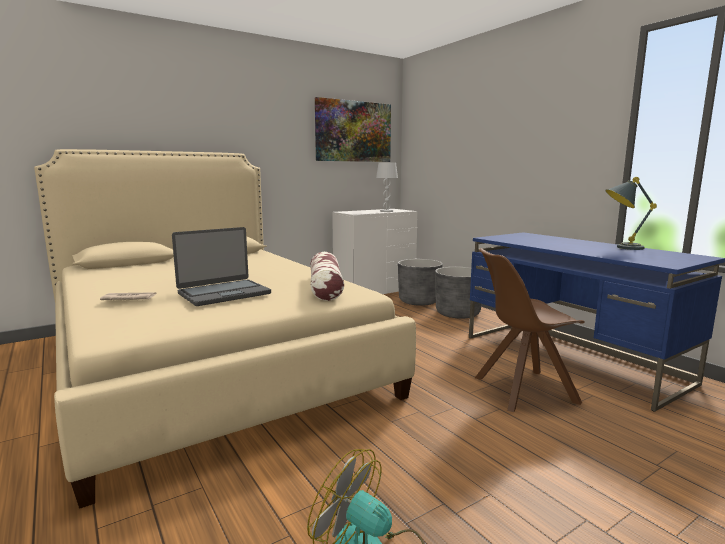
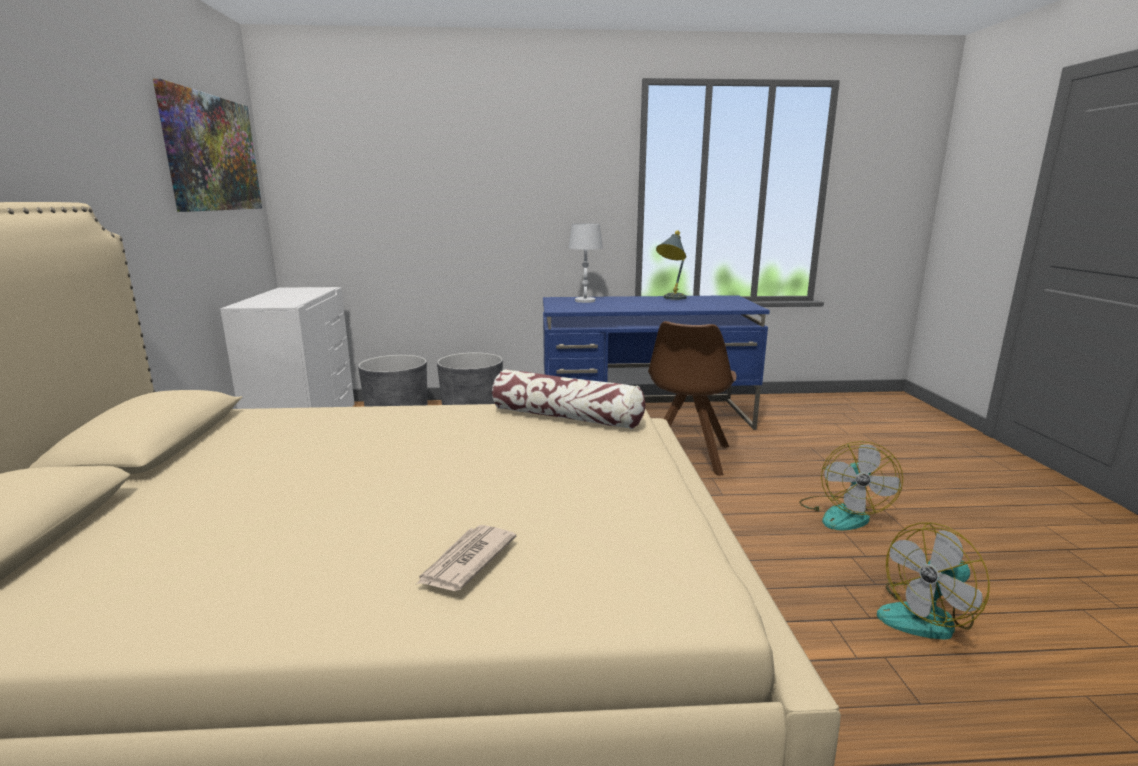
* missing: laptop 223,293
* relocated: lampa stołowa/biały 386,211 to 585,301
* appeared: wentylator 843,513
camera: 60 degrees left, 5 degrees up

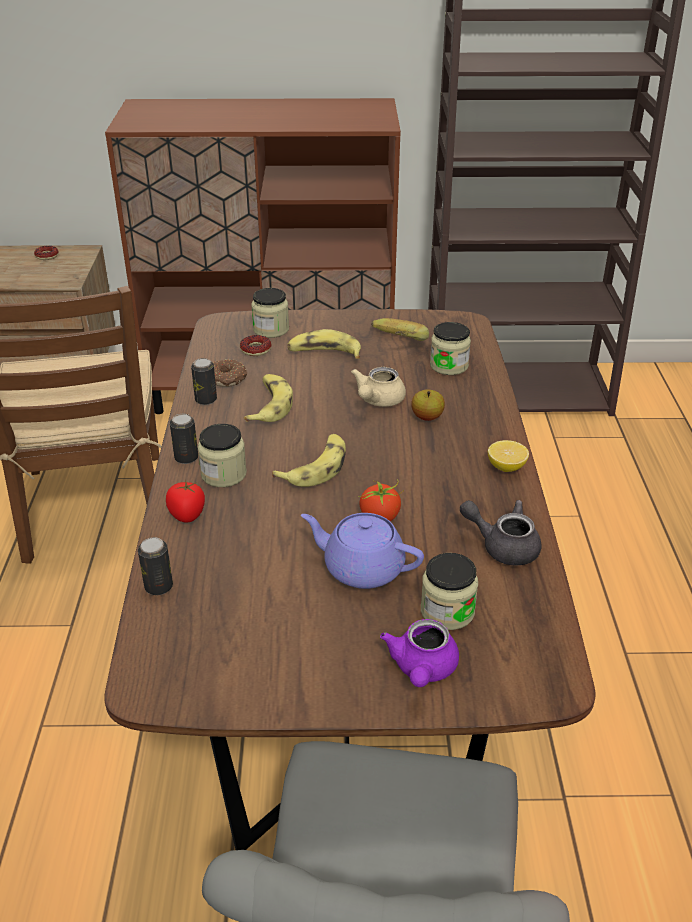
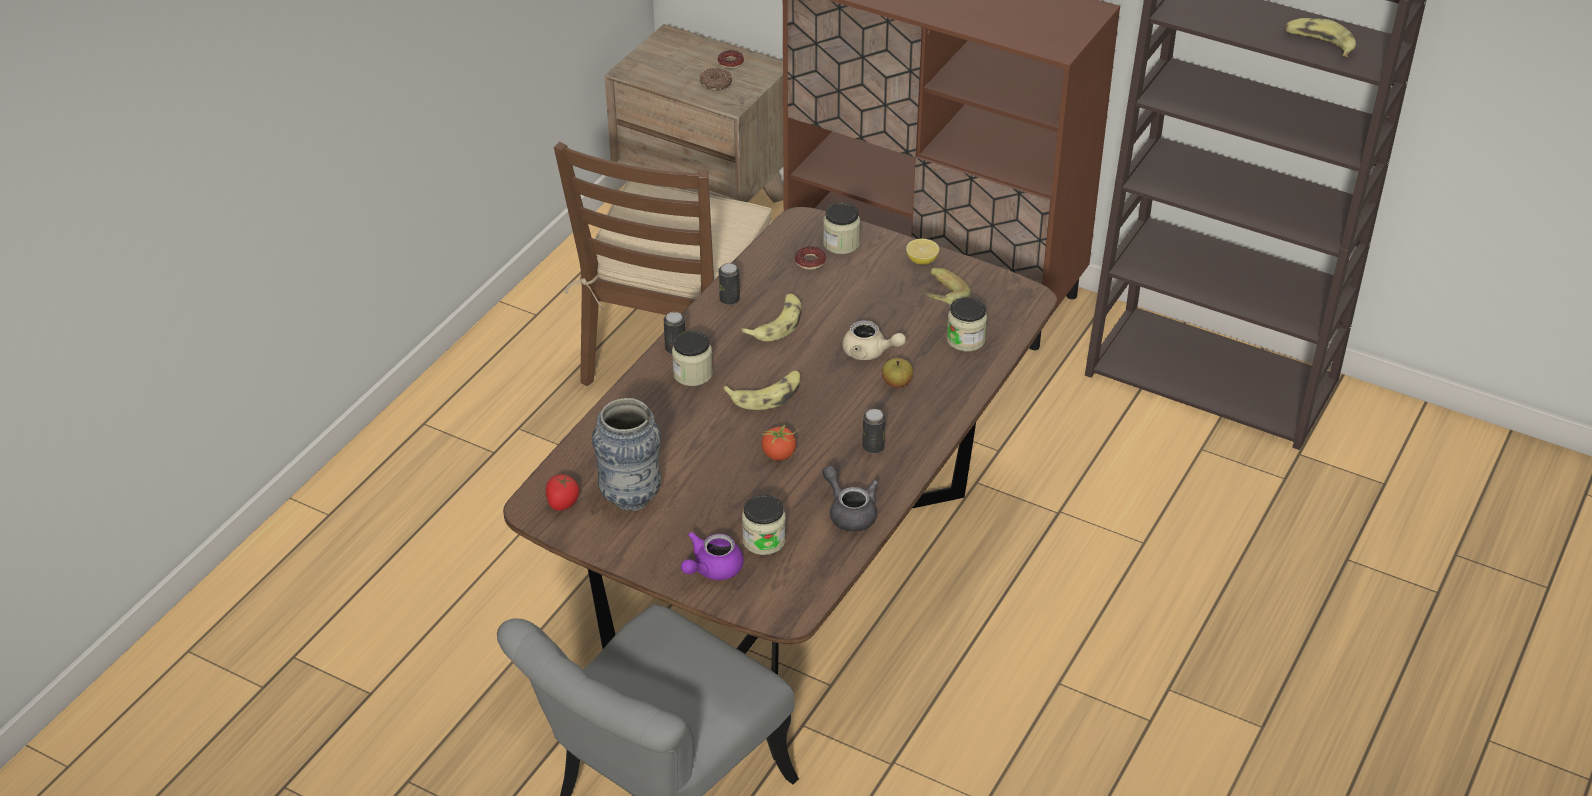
* relocated: puszka 159,586 to 873,447
* relocated: pomidor 187,514 to 562,503
* relocated: donut 227,379 to 716,84
* relocated: banan 324,353 to 1319,43
* missing: imbryk/fioletowy 362,568
* spun: imbryk/beżowy 378,401 = 870,352 120 degrees counterclockwise
* relocated: cytryna 506,467 to 922,261
* appeared: wazon 630,497
camera: 30 degrees right, 5 degrees up

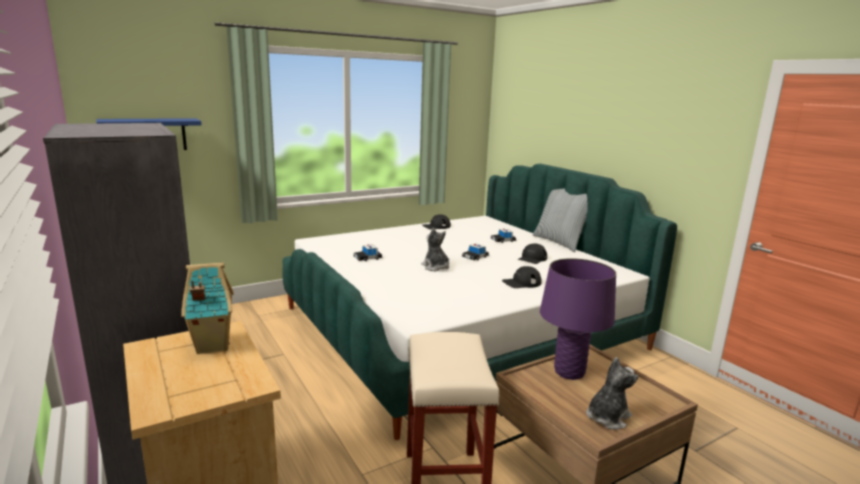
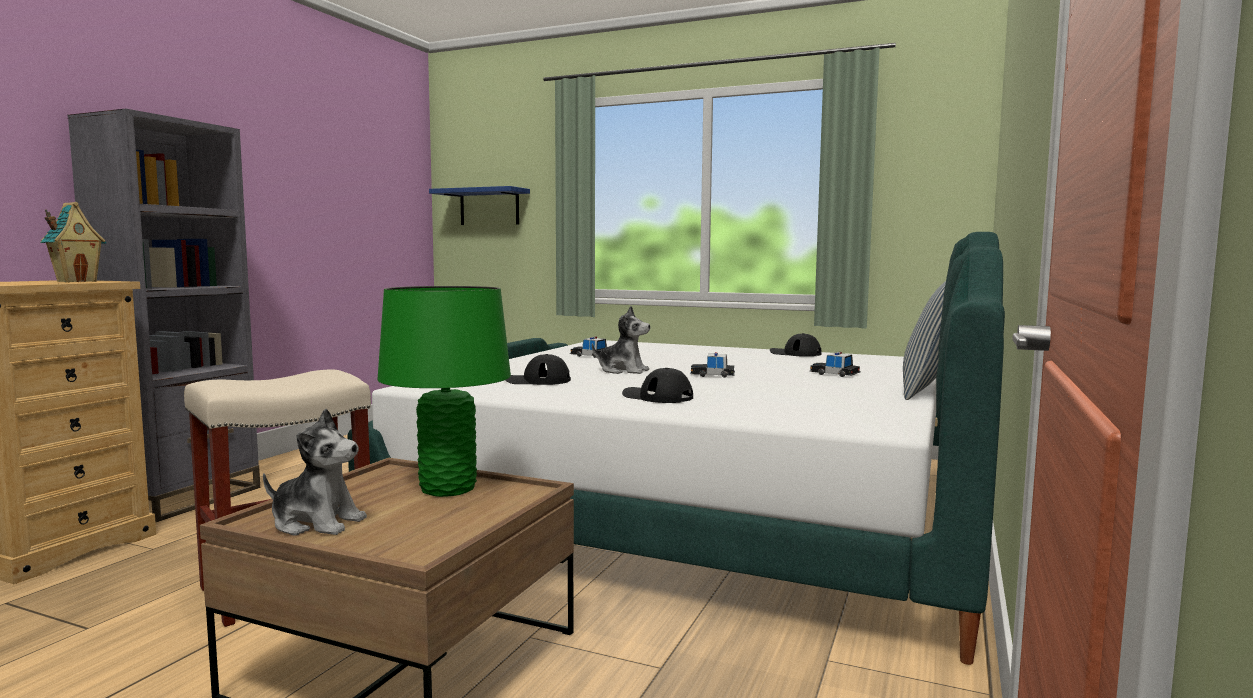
* spun: pluszak 435,267 = 623,371 90 degrees clockwise
* relocated: czapka z daszkiem/czarny 532,259 to 537,381
* colour: lampa stołowa/fioletowy 569,372 to lampa stołowa/zielony 447,489
camera: 55 degrees right, 10 degrees down

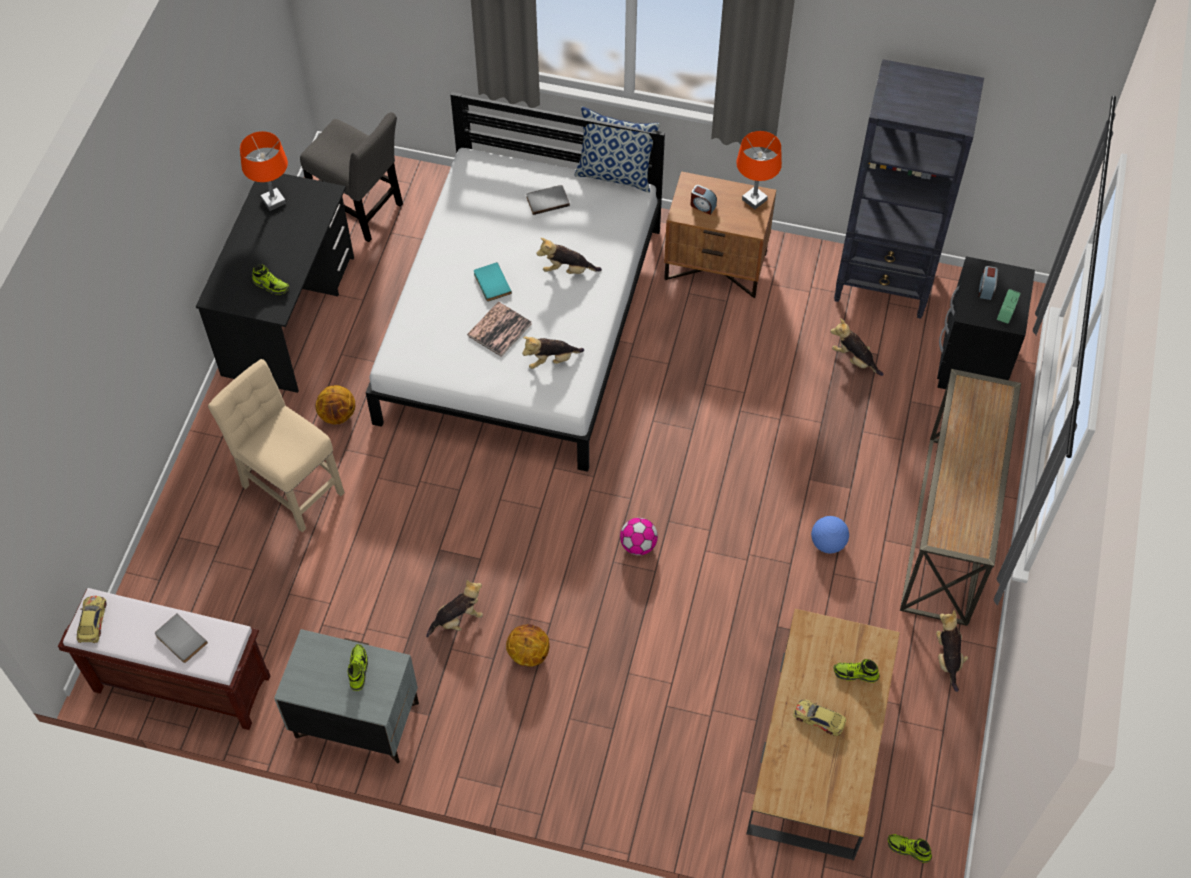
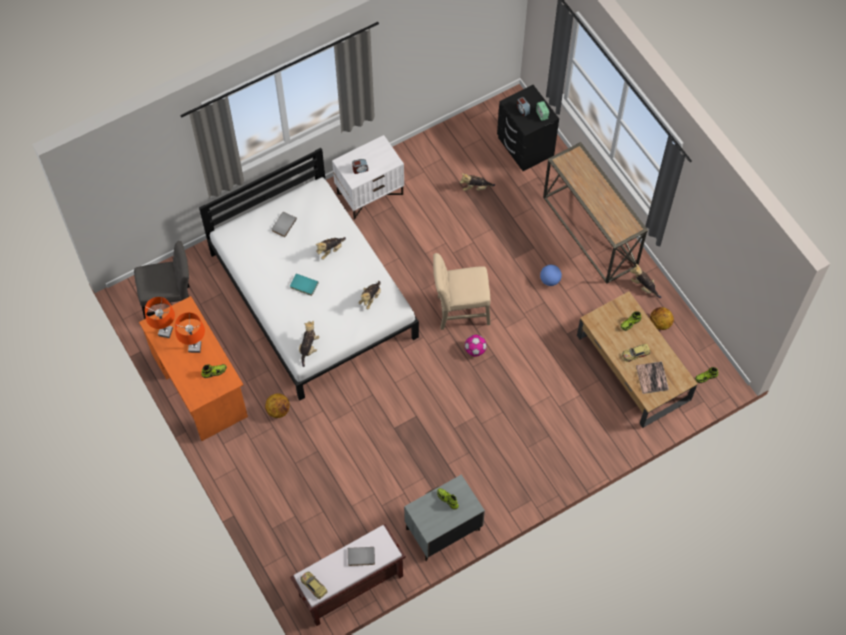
* colour: biurko/czarny 289,316 to biurko/pomarańczowy 199,385
* relocated: krzesło/beżowy 290,485 to 460,311
* relocated: pluszak 458,619 to 308,347
* relocated: książka 499,329 to 652,378
* relocated: piłka do koszykówki 528,653 to 659,324
* missing: poduszka 615,175
* colour: szafka nocna/brązowy 716,266 to szafka nocna/biały 370,193
* relocated: lampa stołowa/pomarańczowy 754,200 to 195,347
* missing: regał/czarny 884,284
camera: 45 degrees left, 5 degrees up

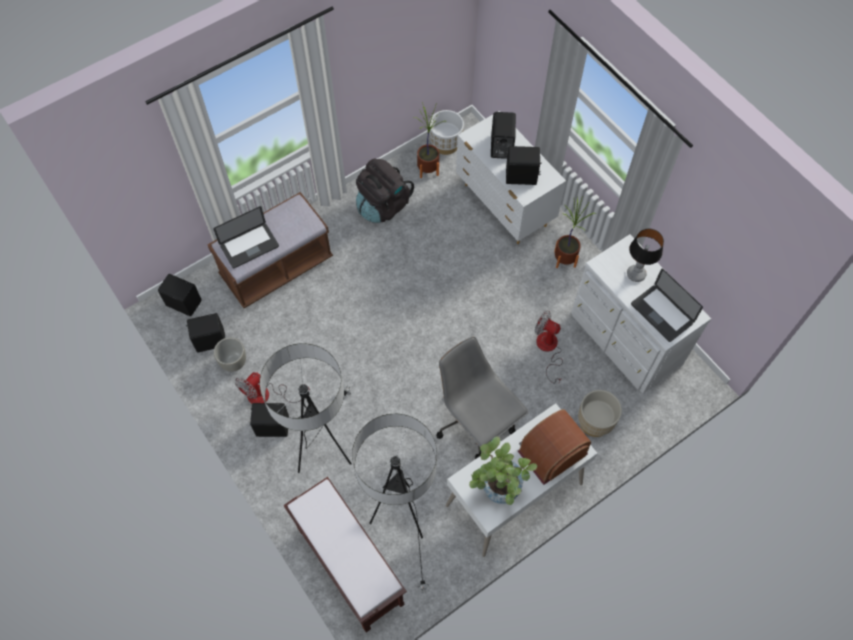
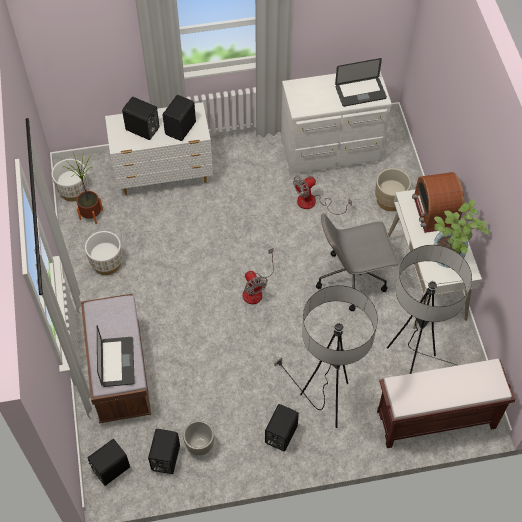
* relocated: wentylator 267,395 to 255,289
* exchanged: plecak/czarny 383,206 to donica/biały 107,263
* missing: roślina doniczkowa 565,259
* missing: lampa stołowa 636,274
camera: 65 degrees left, 5 degrees down

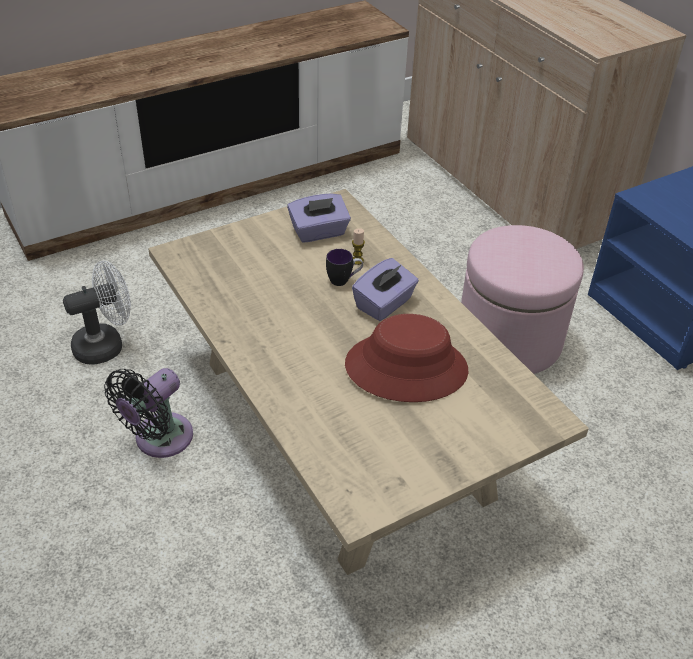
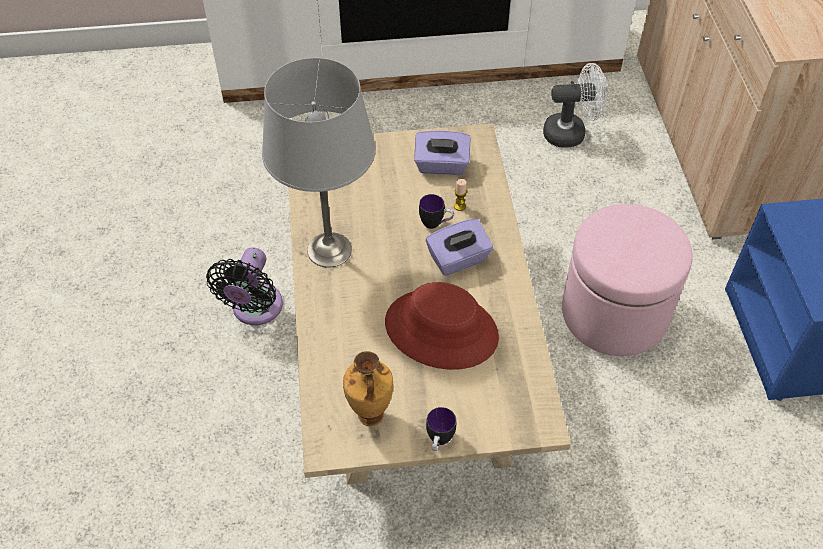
* relocated: wentylator/biały 106,345 to 571,133
* spun: wentylator/czarny 159,439 = 255,309 45 degrees counterclockwise
* appeared: lampa stołowa/szary 330,249
* appeared: wazon 370,417
* appeared: kubek 439,442
camera: 25 degrees right, 10 degrees up

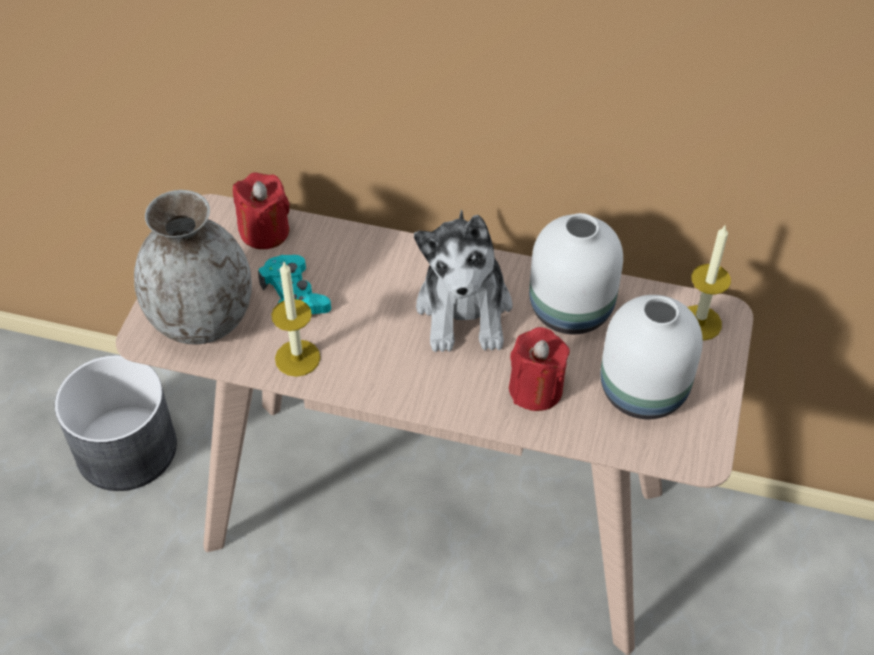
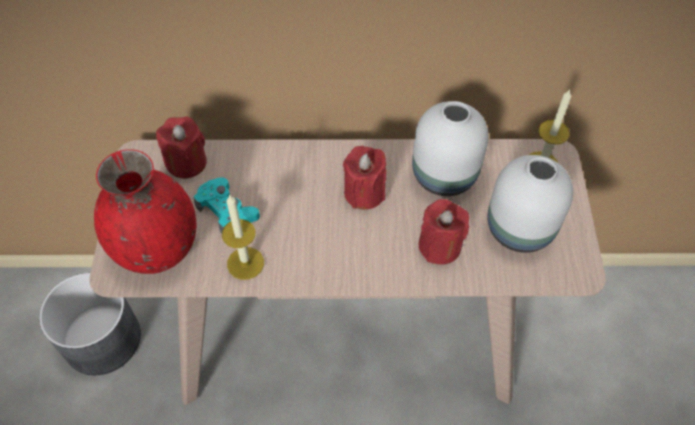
* colour: wazon/szary 201,319 to wazon/czerwony 156,248
* exchanged: pluszak 465,309 to świeca/czerwony 364,193
camera: 15 degrees left, 5 degrees up

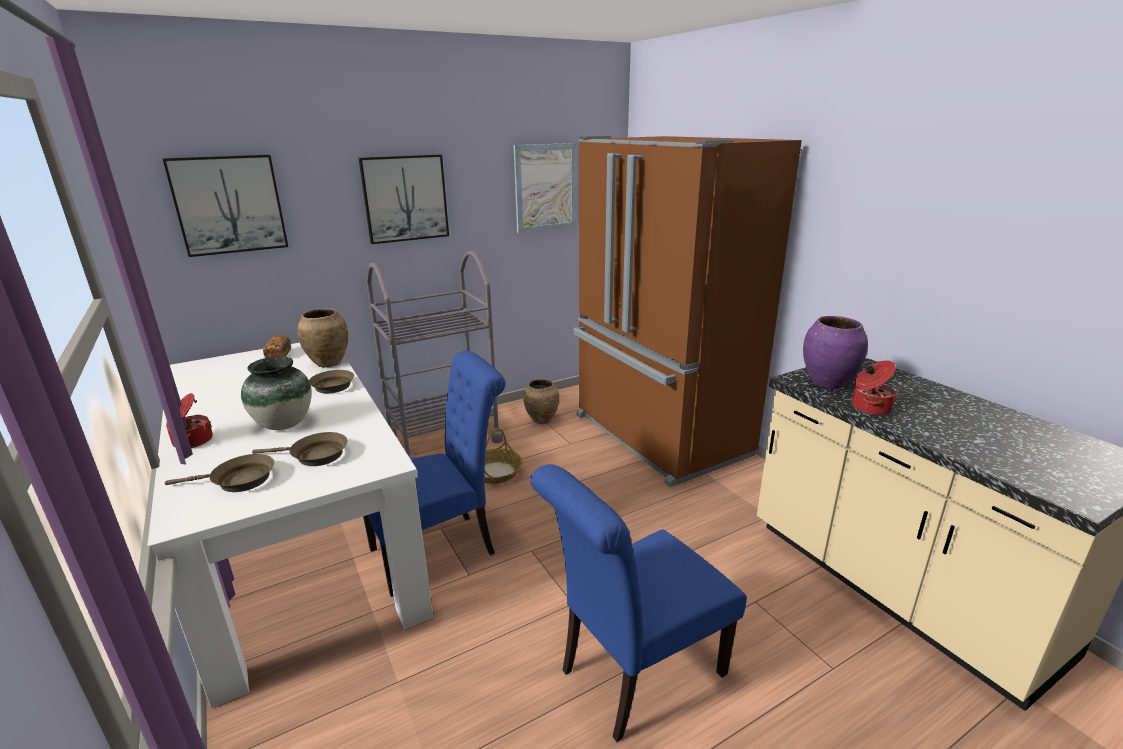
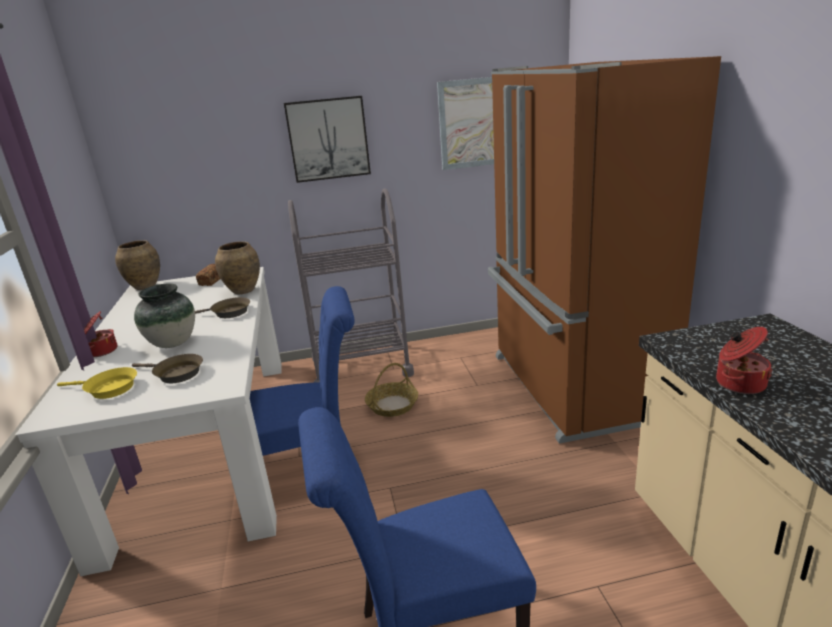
* missing: obraz 229,205
* colour: patelnia/brązowy 238,480 to patelnia/żółty 108,389
* relocated: wazon/brązowy 541,420 to 145,287
* missing: wazon/fioletowy 827,383
camera: 20 degrees right, 0 degrees up

